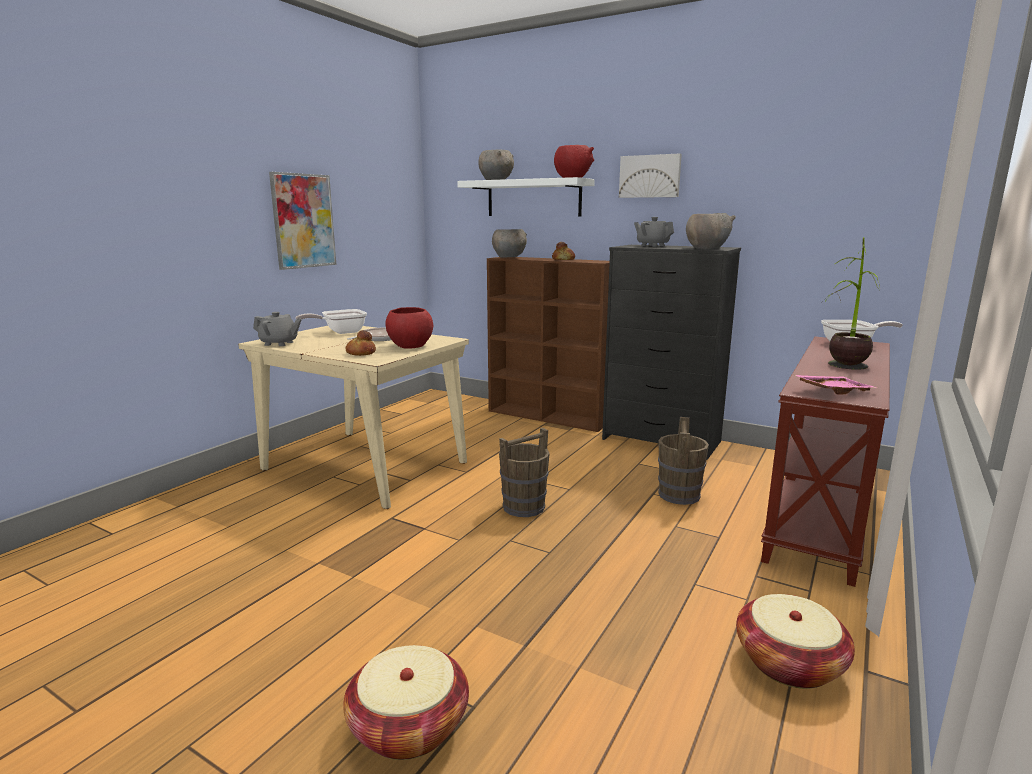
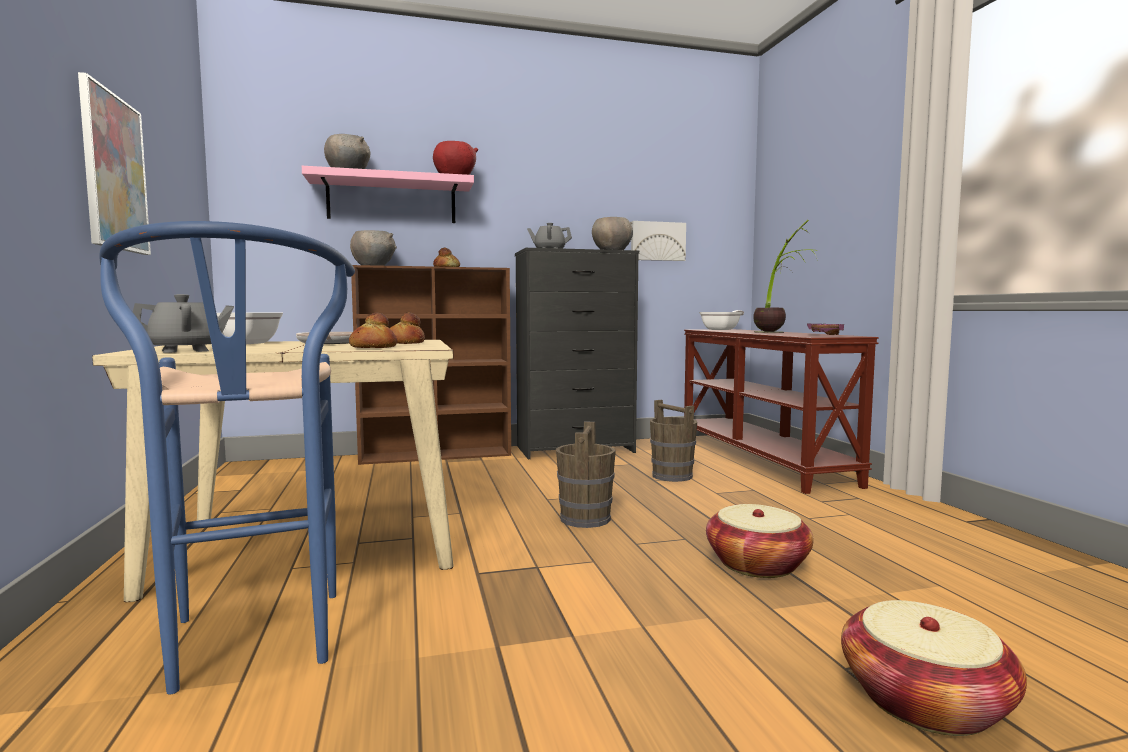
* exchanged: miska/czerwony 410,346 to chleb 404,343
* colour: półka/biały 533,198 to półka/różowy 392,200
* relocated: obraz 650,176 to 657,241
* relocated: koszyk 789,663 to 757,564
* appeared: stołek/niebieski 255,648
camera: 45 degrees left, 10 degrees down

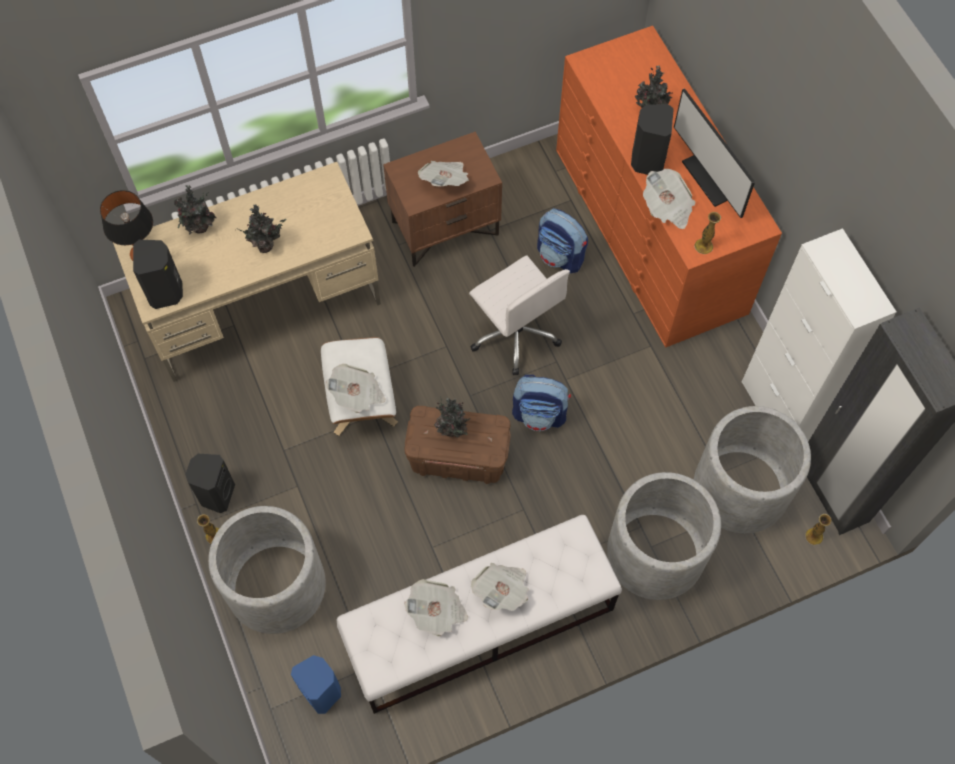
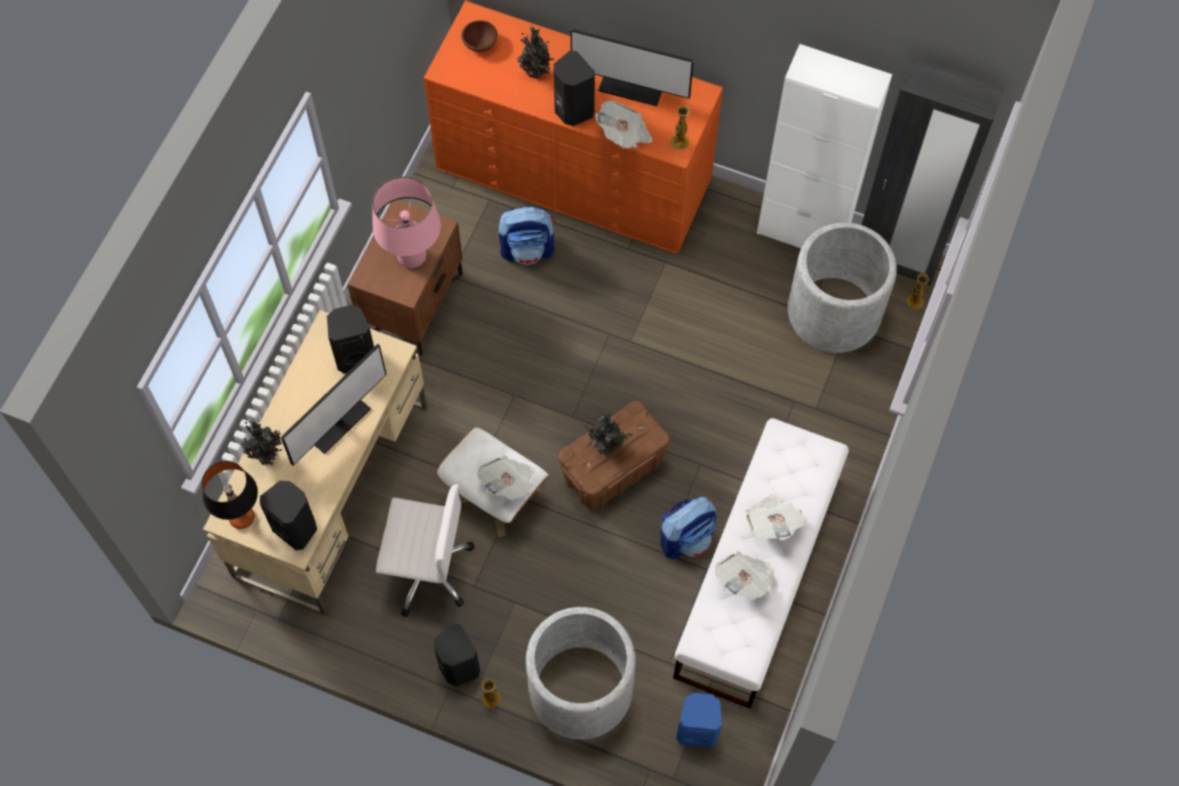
* exchanged: roślina doniczkowa 266,245 to monitor 337,422
* exchanged: gazeta 445,181 to lampa stołowa/różowy 412,256
* relocated: krzesło biurowe/biały 515,333 to 426,569
* relocated: plecak 540,414 to 686,537
* missing: donica/szary 655,553
* appeared: głośnik/czarny 355,355
* appeared: miska/brązowy 480,43
camera: 45 degrees left, 0 degrees up

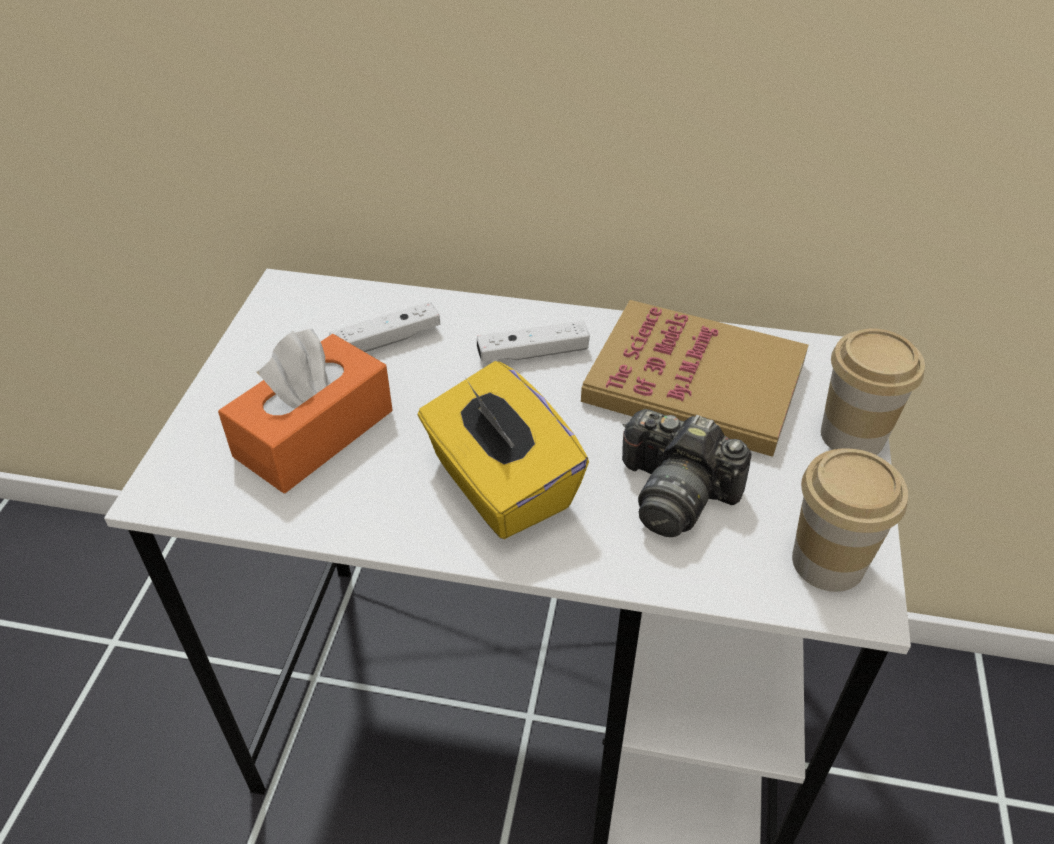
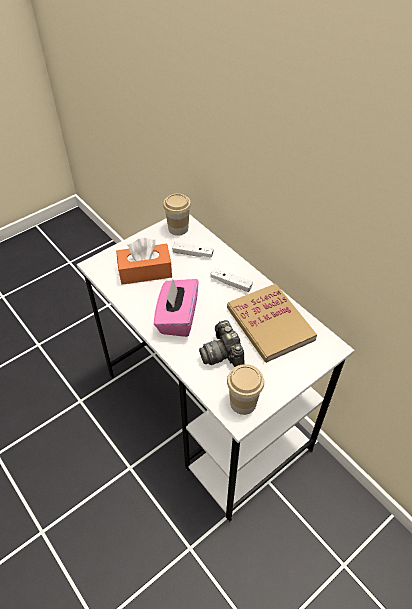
* colour: pudełko chusteczek/żółty 500,485 to pudełko chusteczek/różowy 177,318
* relocated: filiżanka 852,436 to 178,228
camera: 40 degrees right, 5 degrees up

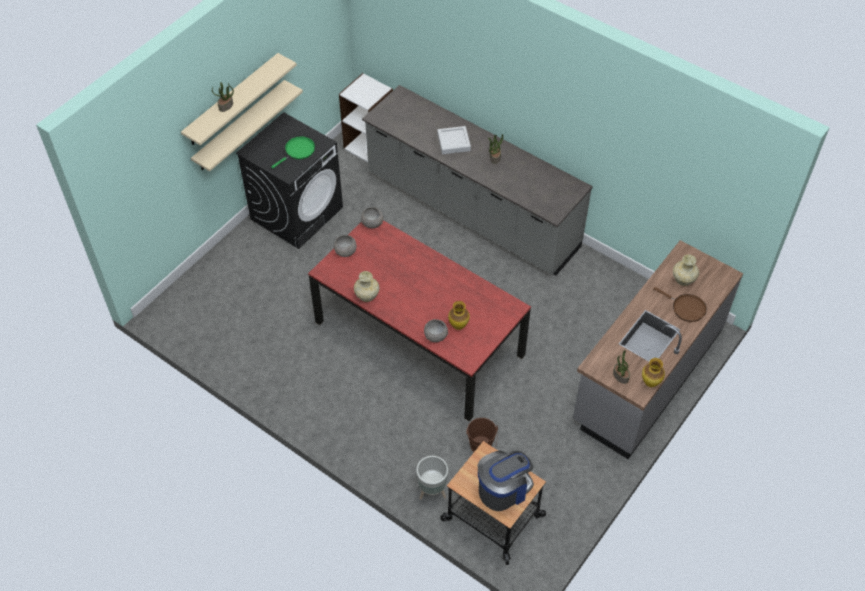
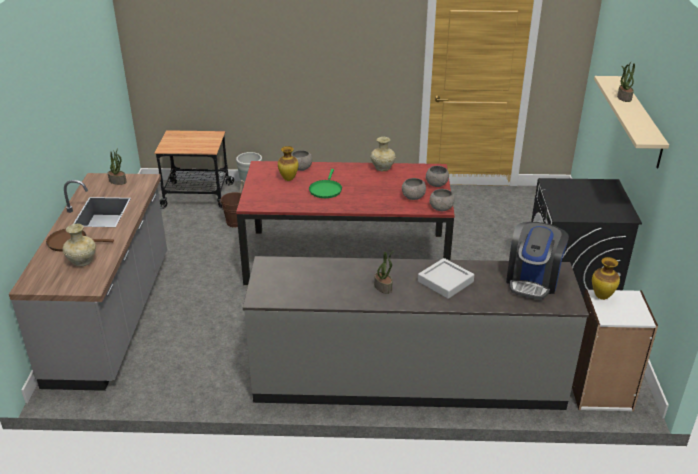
* missing: półka/beżowy 240,126
* relocated: patelnia/zielony 298,151 to 326,190
* relocated: ekspres do kawy 503,489 to 532,280
* relocated: wazon 650,383 to 602,296
* appeared: miska/szary 413,197
camera: 145 degrees right, 20 degrees down

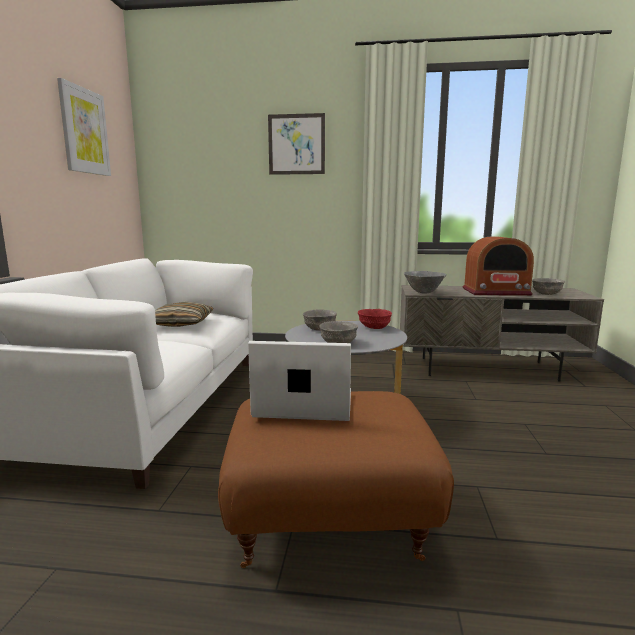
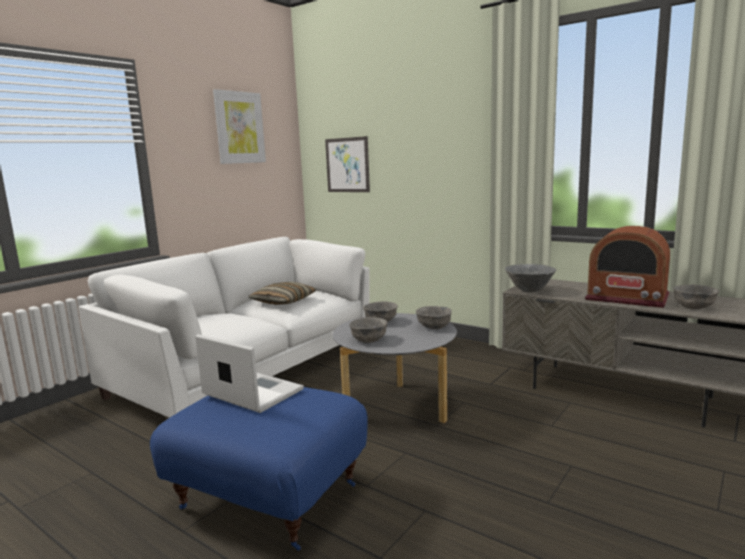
* colour: pufa/brązowy 329,523 to pufa/niebieski 267,499
* relocated: obraz 296,144 to 347,165
* colour: miska/czerwony 374,327 to miska/szary 434,327
camera: 30 degrees right, 0 degrees up

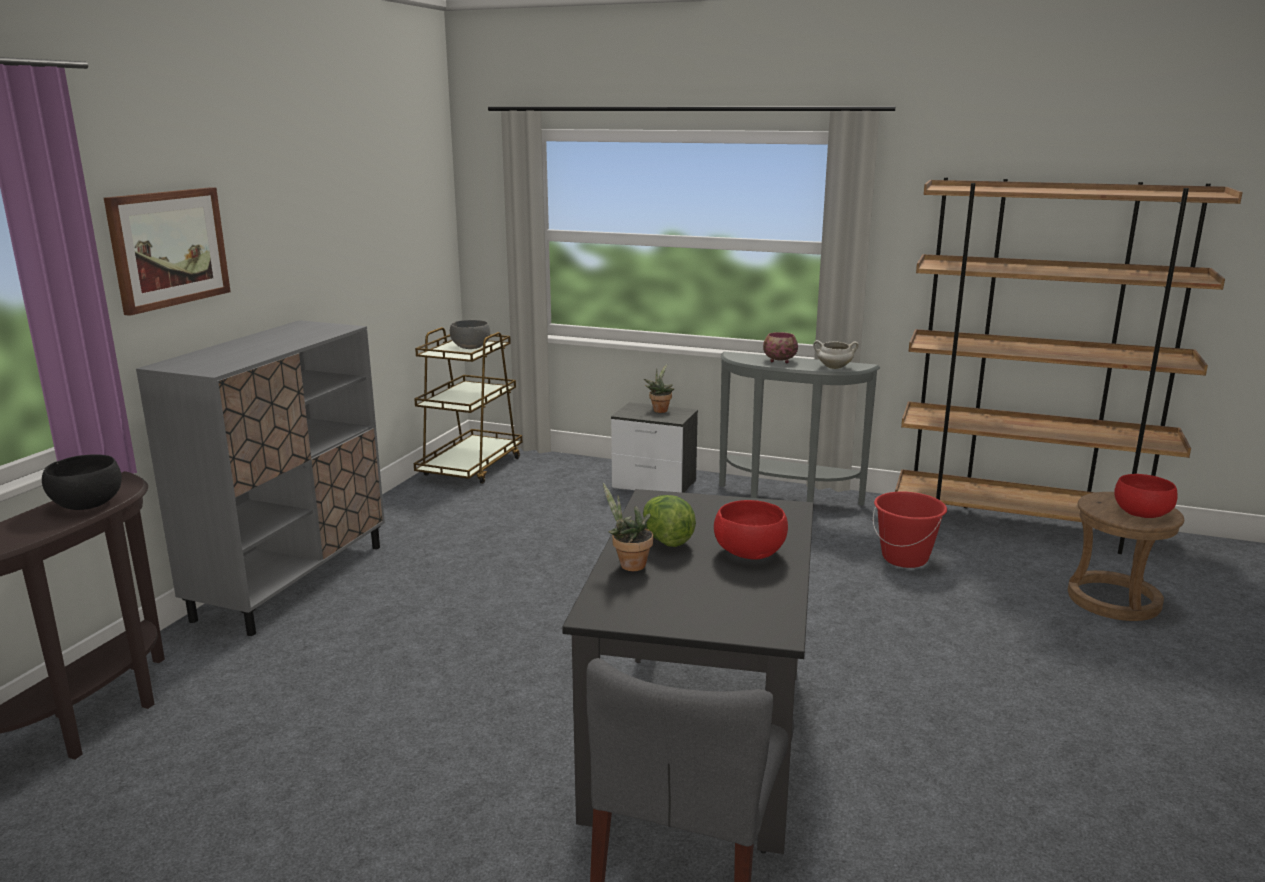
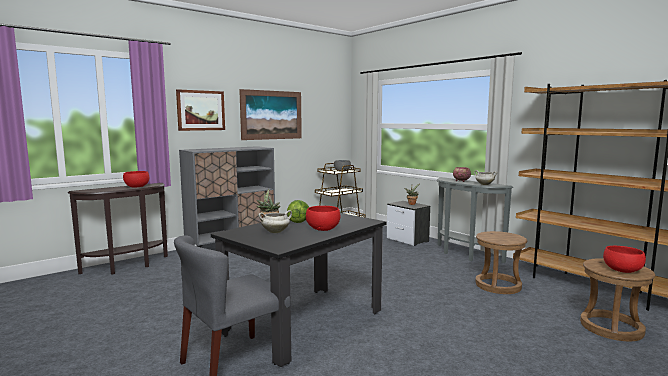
* colour: miska/czarny 87,503 to miska/czerwony 137,186
* exchanged: wiadro/czerwony 905,558 to stołek/brązowy 498,285
* appeared: obraz 271,115
* appeared: garnek/biały 275,232
camera: 30 degrees right, 10 degrees down

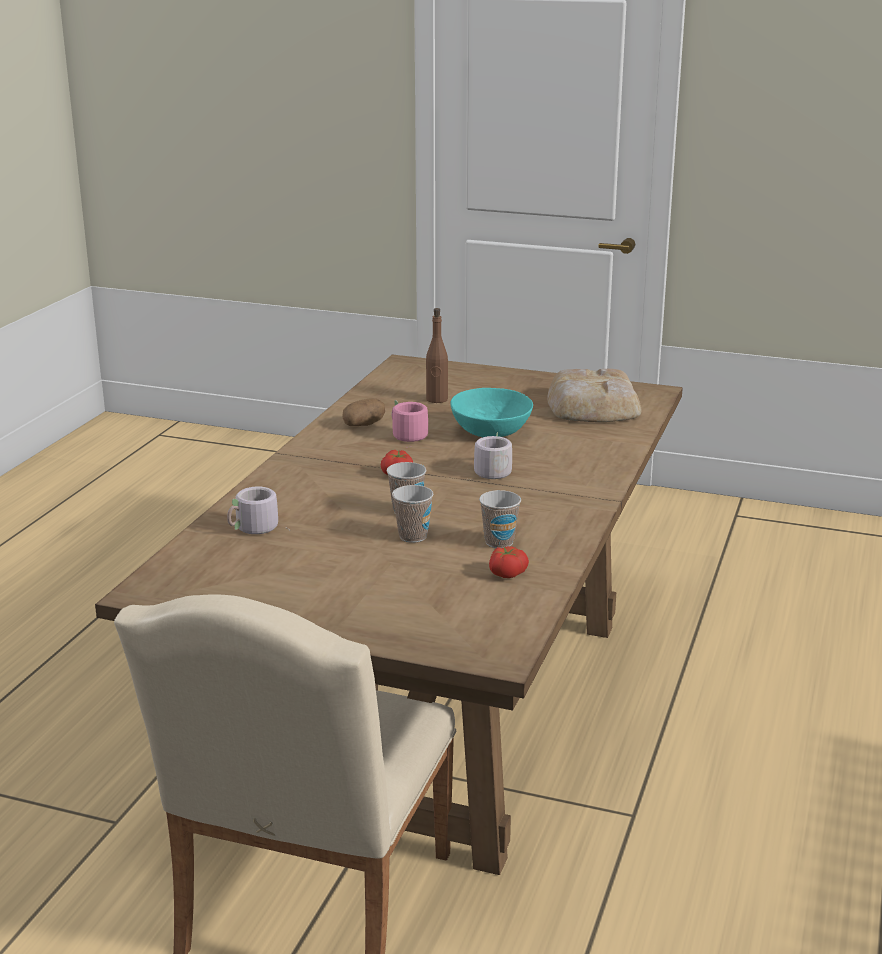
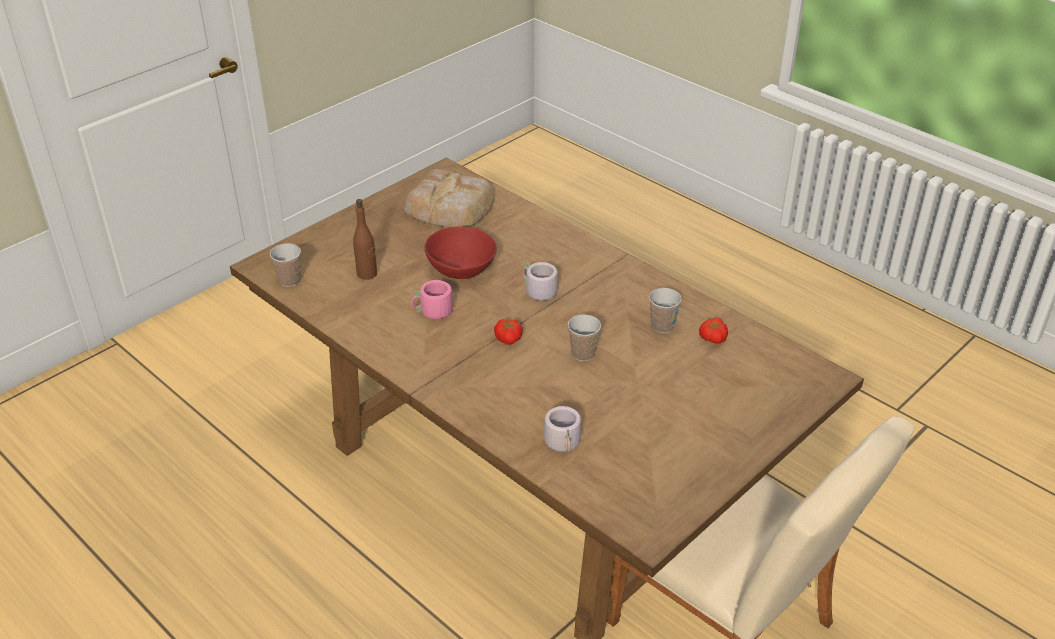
* missing: ziemniak 364,425
* relocated: filiżanka 413,536 to 289,280
* colour: miska/turkusowy 491,432 to miska/czerwony 461,268
camera: 65 degrees left, 15 degrees up

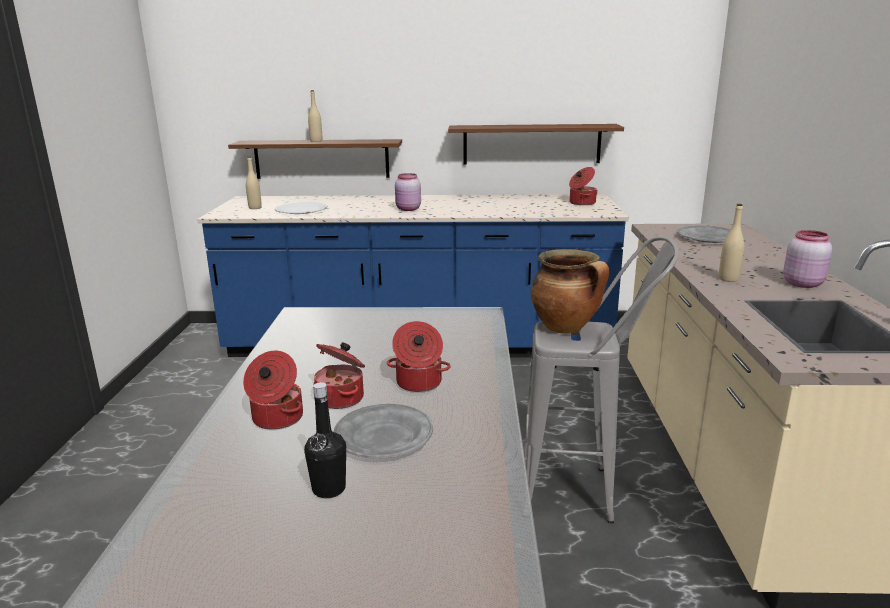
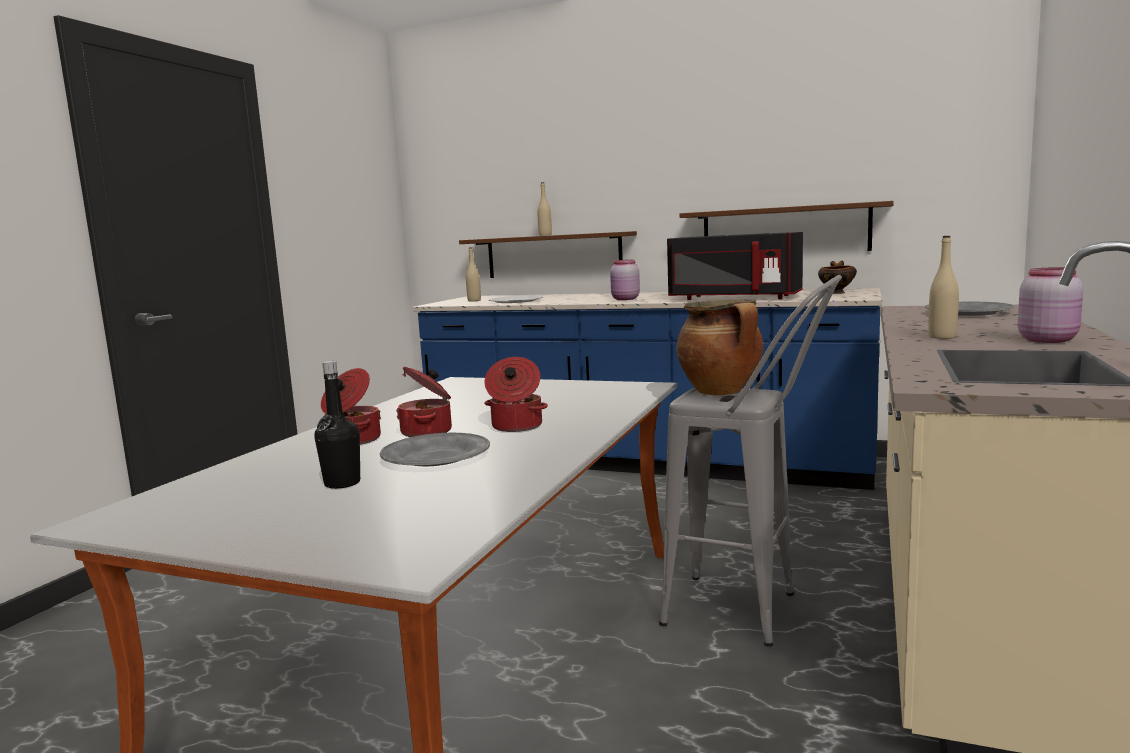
* exchanged: garnek 581,203 to miska 836,293
* appeared: mikrofalówka/czarny 733,298
camera: 20 degrees right, 10 degrees down

